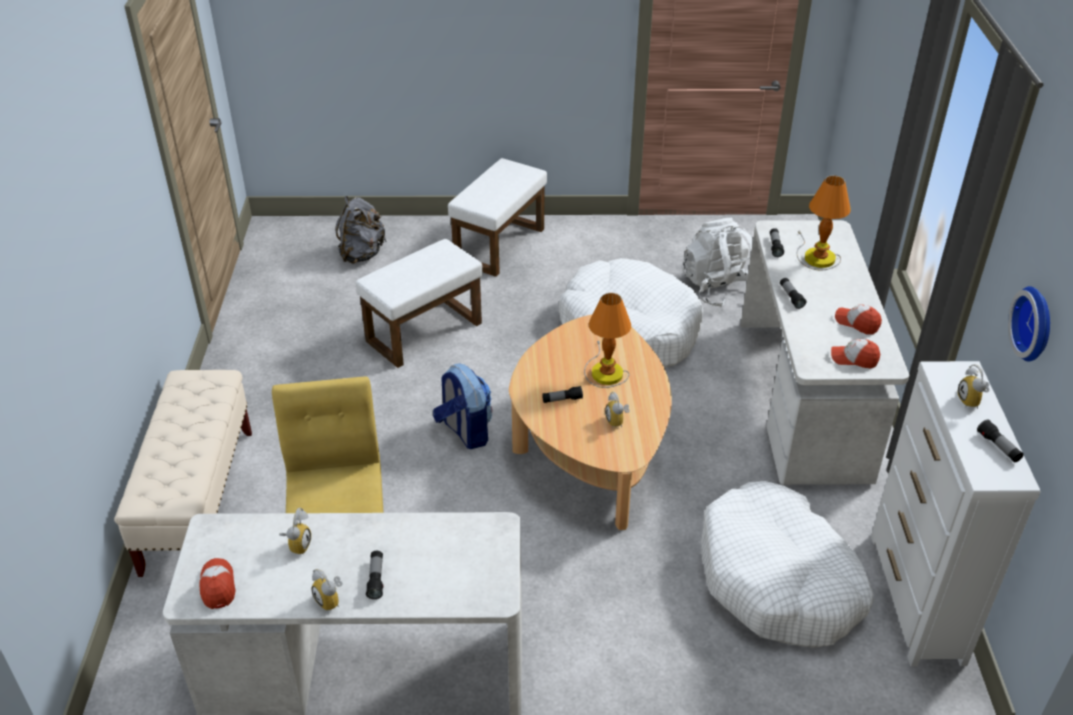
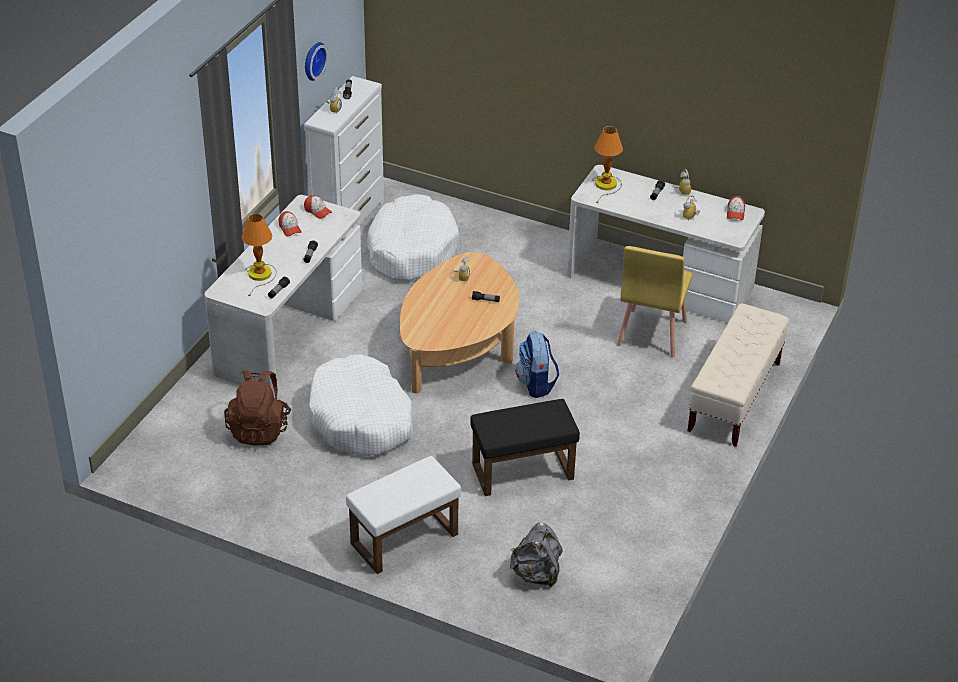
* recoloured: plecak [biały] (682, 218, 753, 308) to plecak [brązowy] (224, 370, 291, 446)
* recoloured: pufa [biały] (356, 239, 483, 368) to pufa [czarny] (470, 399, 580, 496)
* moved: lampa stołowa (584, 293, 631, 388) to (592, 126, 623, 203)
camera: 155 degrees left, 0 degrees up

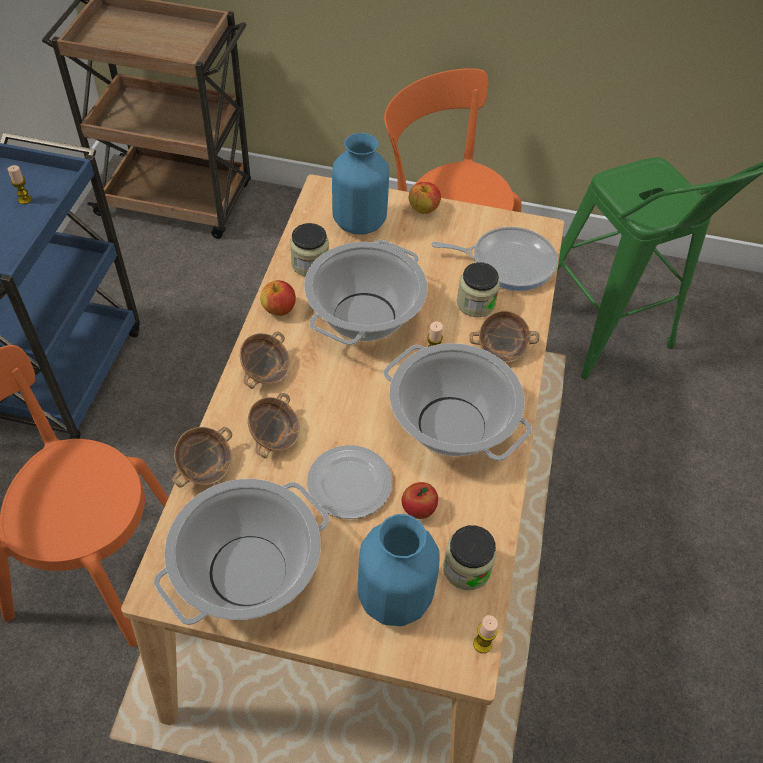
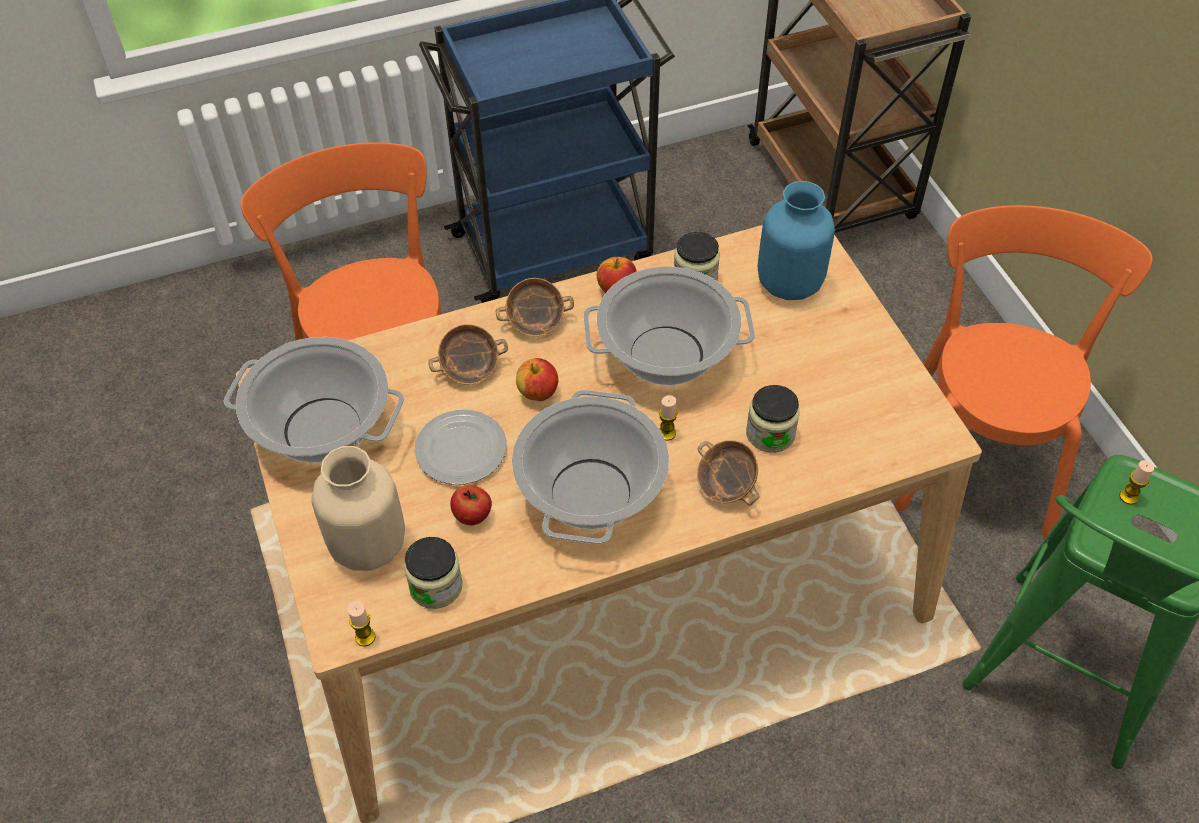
* recoloured: wazon [niebieski] (358, 514, 440, 626) to wazon [beżowy] (312, 446, 405, 571)
* moved: jabłko (409, 182, 441, 214) to (516, 358, 558, 401)
* moved: świeca (8, 165, 32, 204) to (1120, 460, 1154, 505)
* removed: miska (172, 427, 232, 488)
* removed: patelnia (431, 227, 558, 291)
camera: 60 degrees right, 0 degrees up

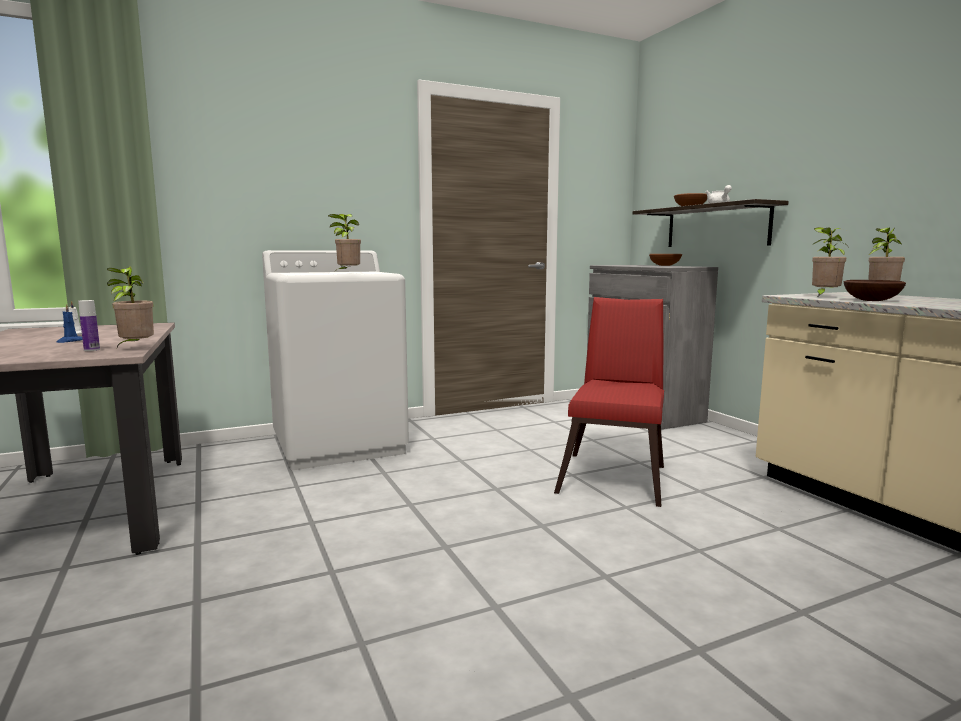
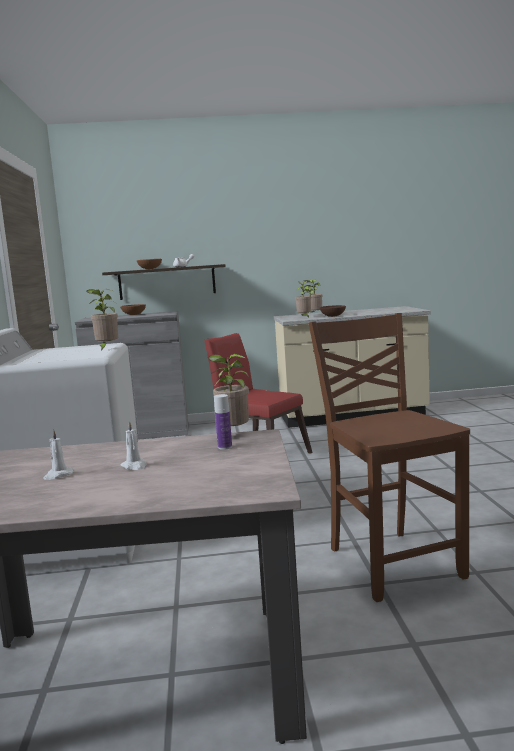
* recoloured: świeca [niebieski] (56, 304, 83, 343) to świeca [biały] (121, 421, 146, 470)
* added: krzesło [brązowy] (309, 313, 470, 602)
camera: 70 degrees left, 0 degrees up

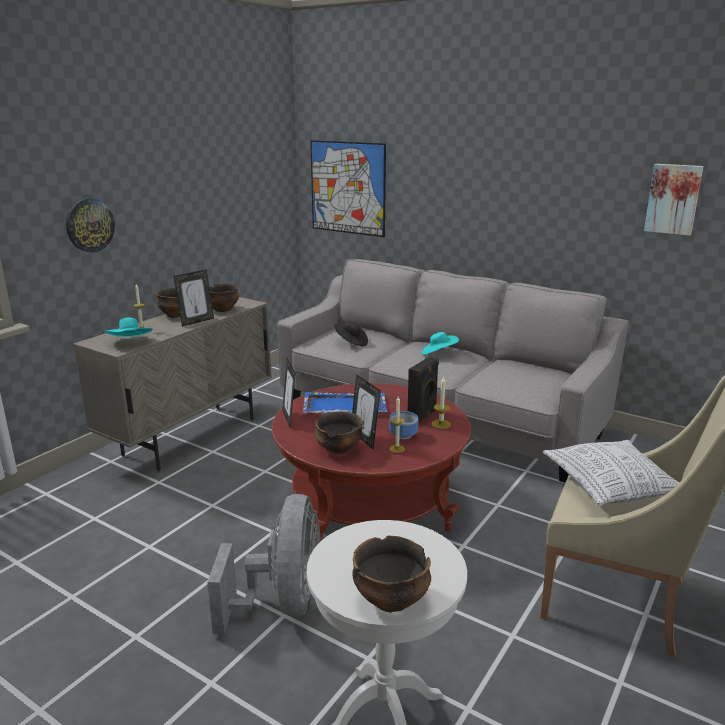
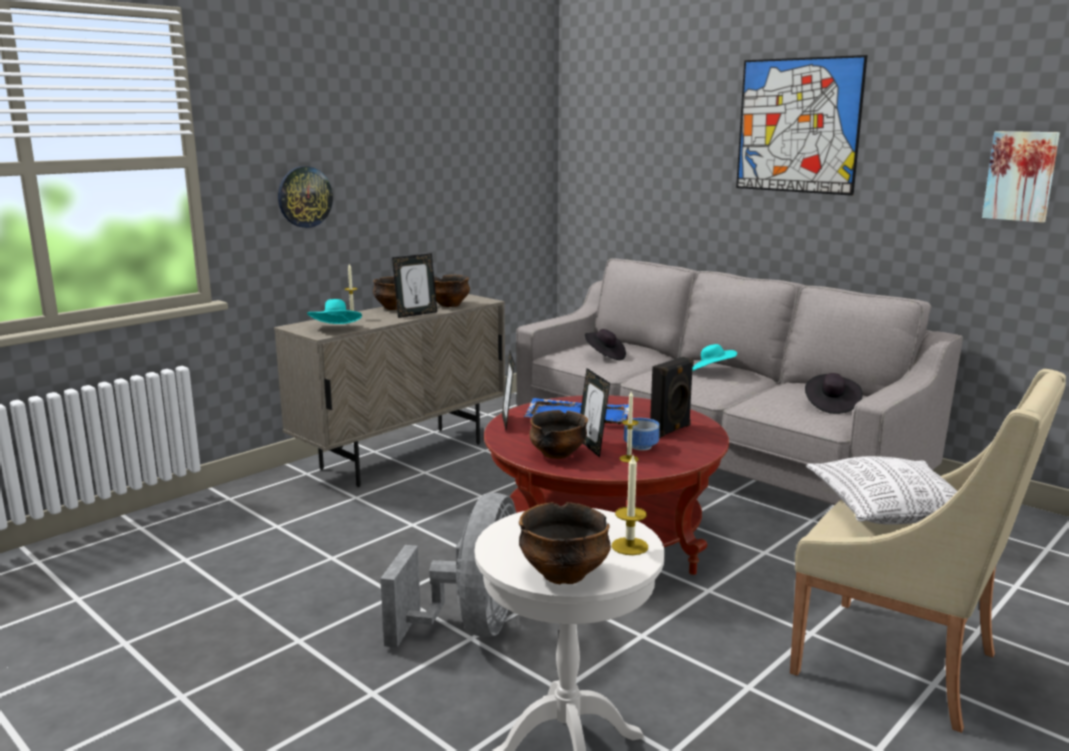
* moved: świeca (431, 376, 451, 429) to (612, 455, 648, 555)
* moved: obraz (310, 140, 386, 237) to (736, 55, 868, 196)
* added: kapelusz [czarny] (805, 373, 862, 414)
camera: 10 degrees right, 5 degrees down

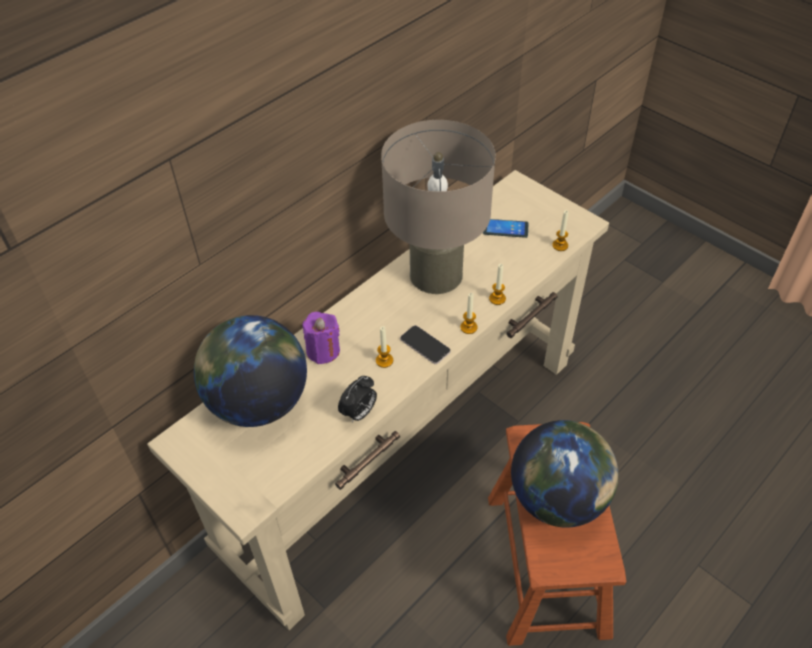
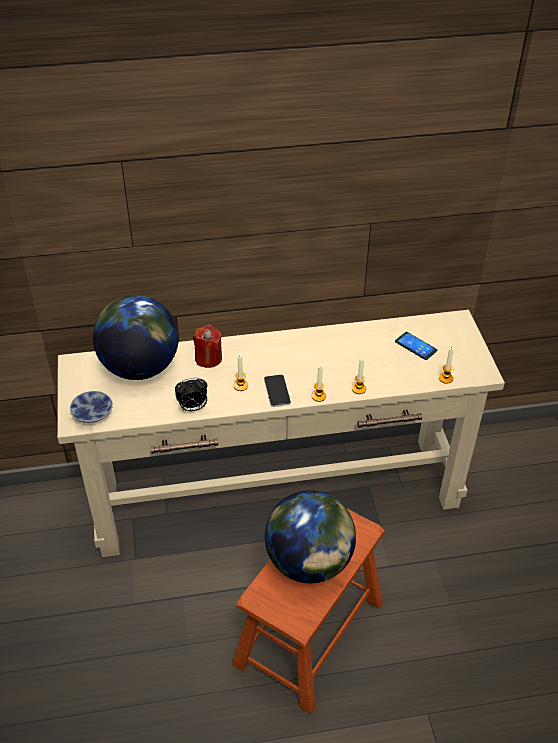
* added: miska (70, 391, 113, 423)
* recoloured: świeca [fioletowy] (303, 312, 340, 364) to świeca [czerwony] (193, 325, 222, 368)
* removed: lampa stołowa [beżowy] (381, 120, 496, 294)
camera: 35 degrees right, 5 degrees down

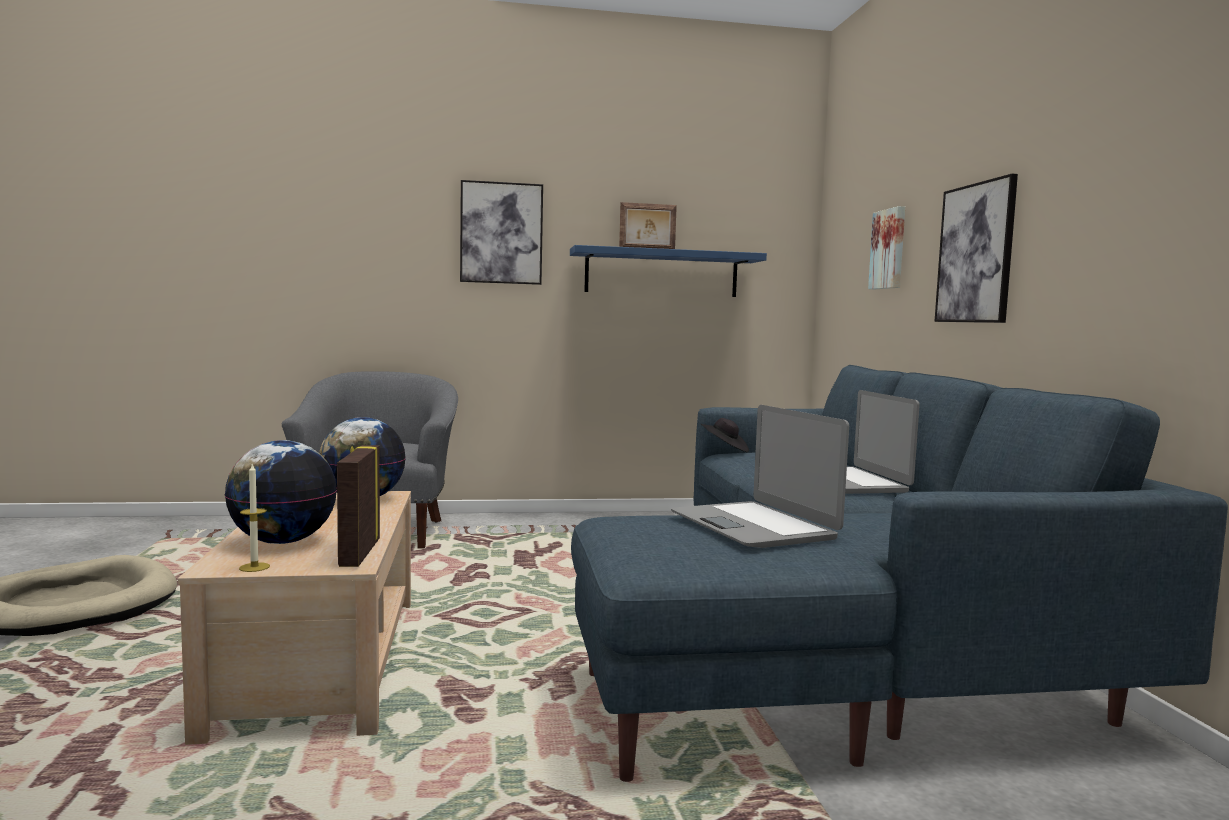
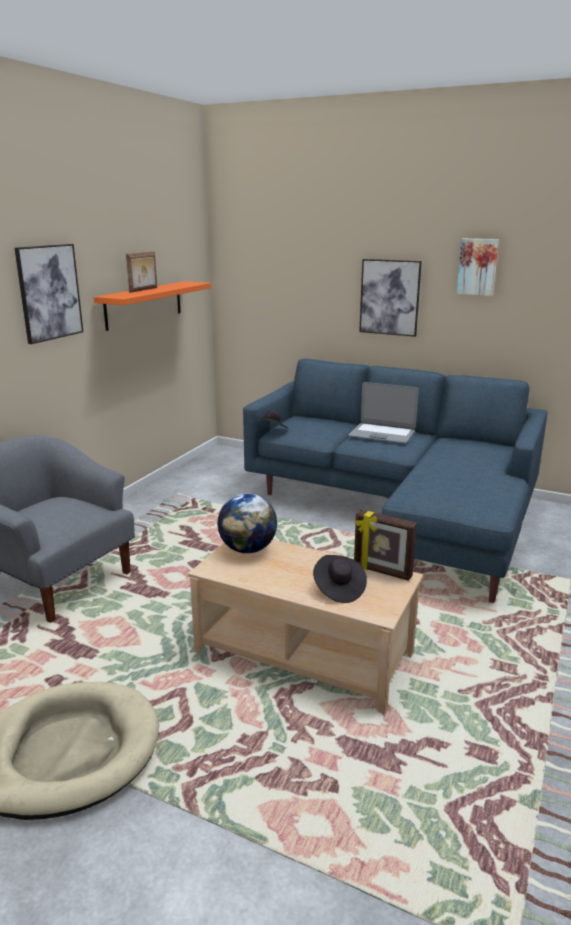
* recoloured: półka [niebieski] (570, 245, 767, 297) to półka [pomarańczowy] (94, 281, 211, 331)
* replaced: globus (225, 440, 337, 544) to kapelusz [czarny] (313, 555, 367, 603)
* moved: obraz (868, 206, 905, 289) to (456, 239, 499, 296)
* removed: świeca (239, 463, 270, 572)
* removed: laptop (671, 405, 849, 548)
camera: 55 degrees left, 15 degrees up

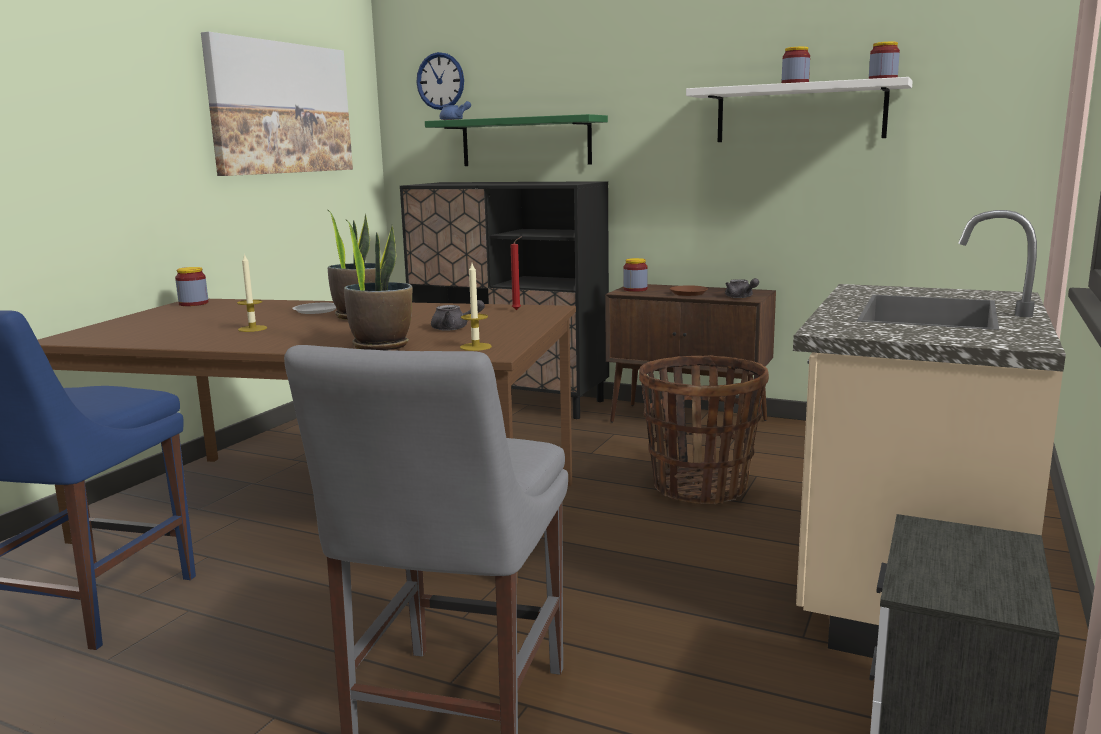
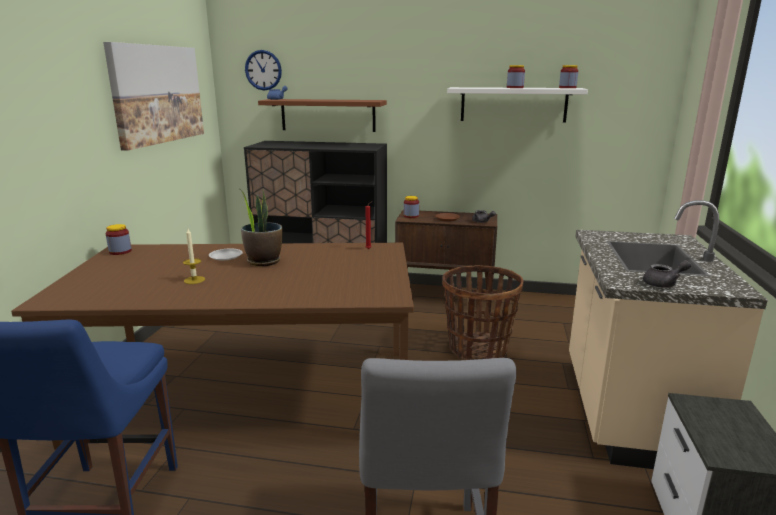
* recoloured: półka [zielony] (425, 114, 608, 166) to półka [brązowy] (258, 99, 387, 132)
* moved: imbryk [szary] (431, 300, 485, 331) to (643, 260, 691, 288)
* removed: roślina doniczkowa (344, 220, 412, 351)
* removed: świeca (460, 263, 492, 351)
camera: 15 degrees left, 5 degrees up

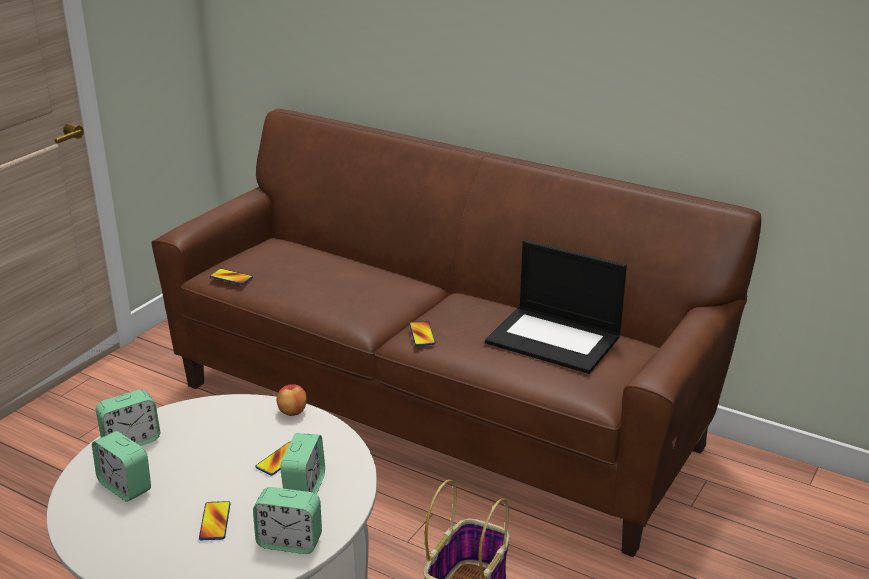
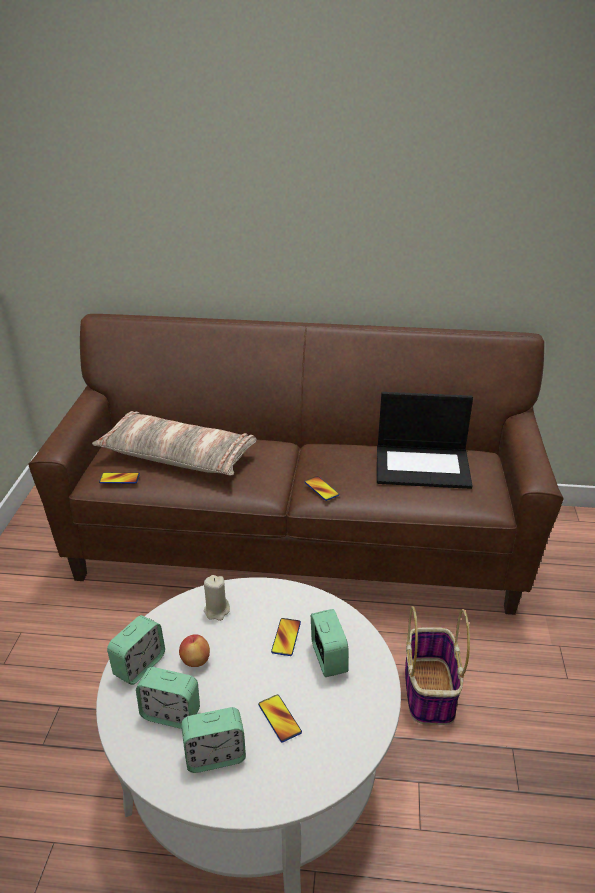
* added: poduszka (92, 411, 257, 476)
* moved: jabłko (277, 384, 307, 416) to (179, 634, 210, 667)
* moved: budzik (253, 487, 322, 554) to (181, 707, 246, 773)
* added: świeca [beżowy] (204, 575, 230, 621)
camera: 25 degrees left, 5 degrees up

